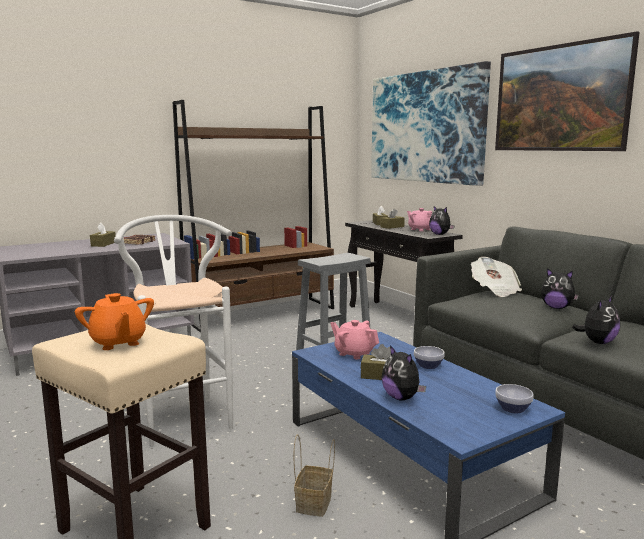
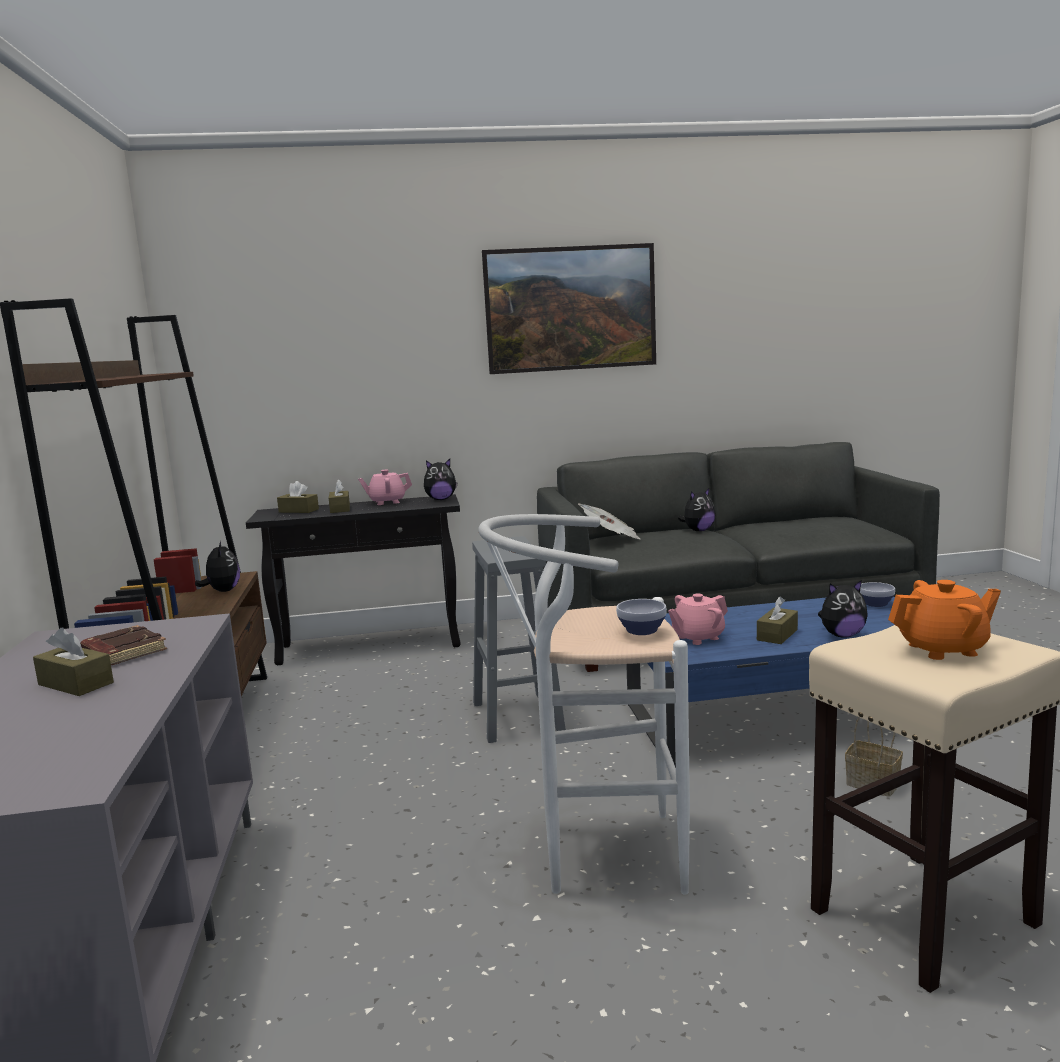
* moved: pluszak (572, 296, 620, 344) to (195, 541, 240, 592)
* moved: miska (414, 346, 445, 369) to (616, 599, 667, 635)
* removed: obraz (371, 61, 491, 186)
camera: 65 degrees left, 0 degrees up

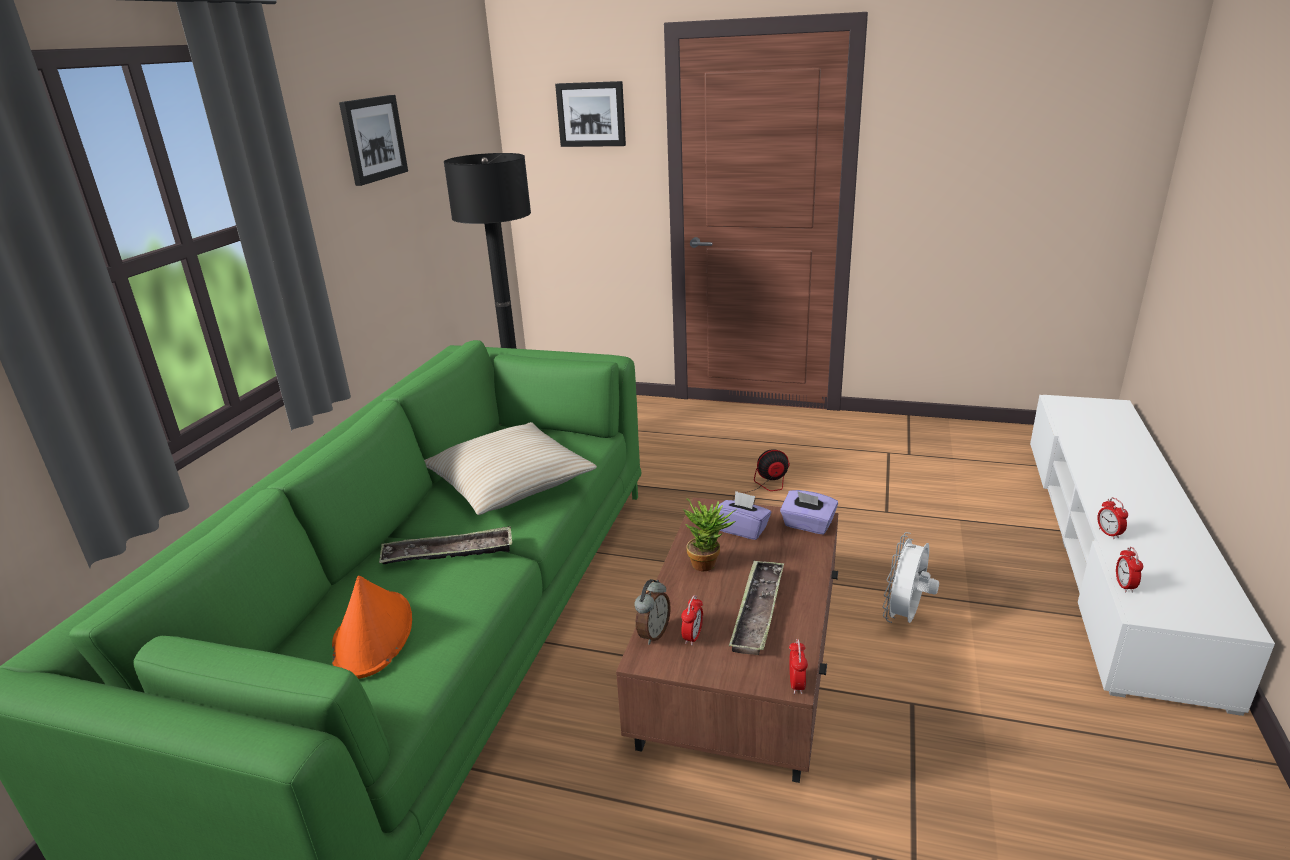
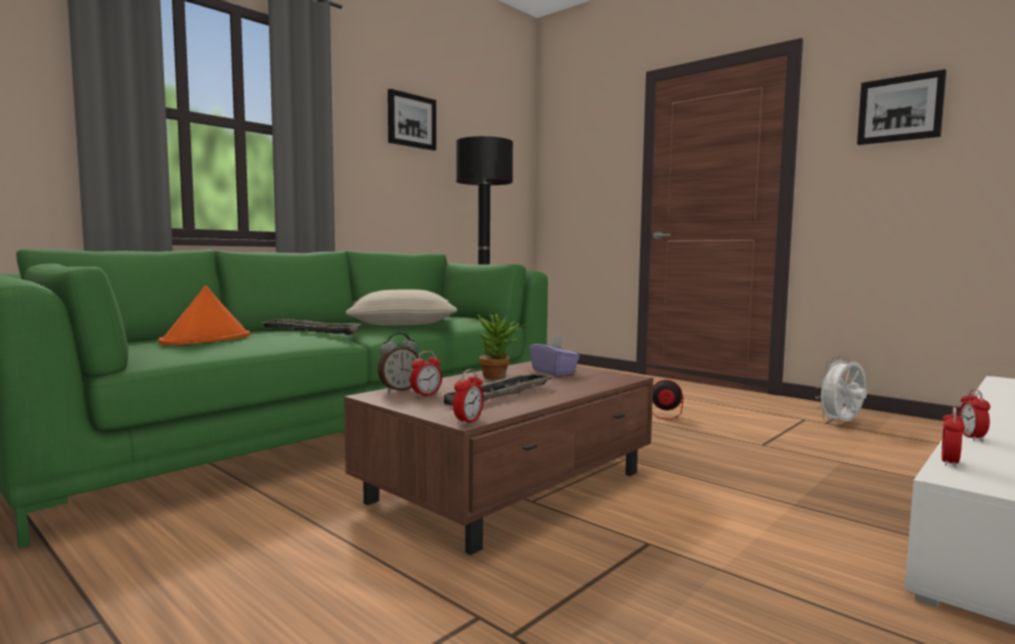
* moved: wentylator [biały] (883, 532, 939, 623) to (815, 355, 867, 423)
* moved: obraz (555, 81, 626, 147) to (857, 69, 947, 145)
* removed: pudełko chusteczek [fioletowy] (780, 490, 838, 535)
camera: 25 degrees right, 20 degrees down

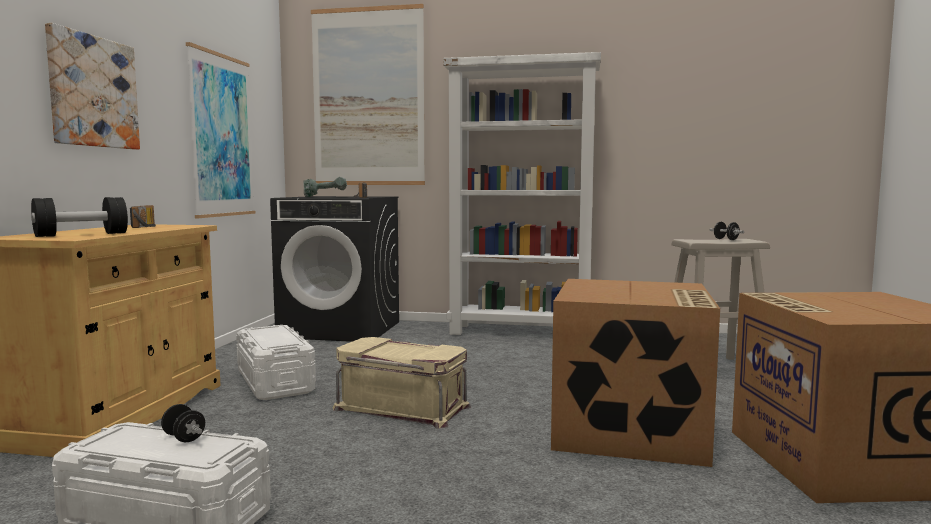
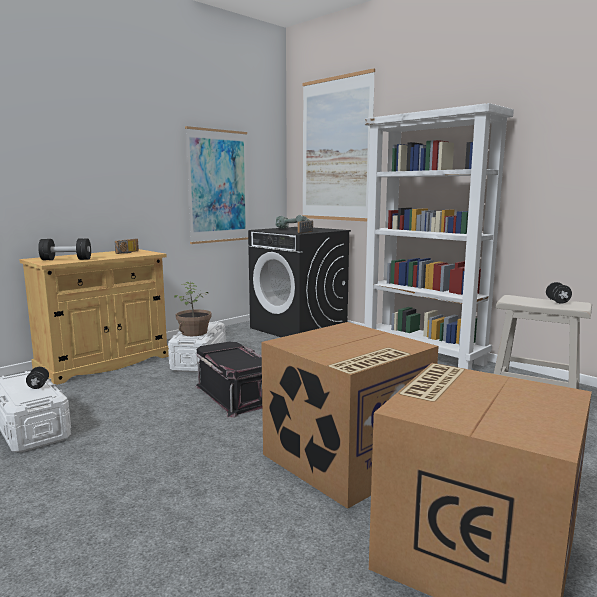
* added: roślina doniczkowa (174, 282, 212, 336)
* recoloured: pojemnik do przechowywania [beżowy] (332, 337, 471, 429) to pojemnik do przechowywania [czarny] (195, 342, 262, 418)
* removed: obraz (45, 23, 140, 149)
camera: 35 degrees right, 5 degrees up

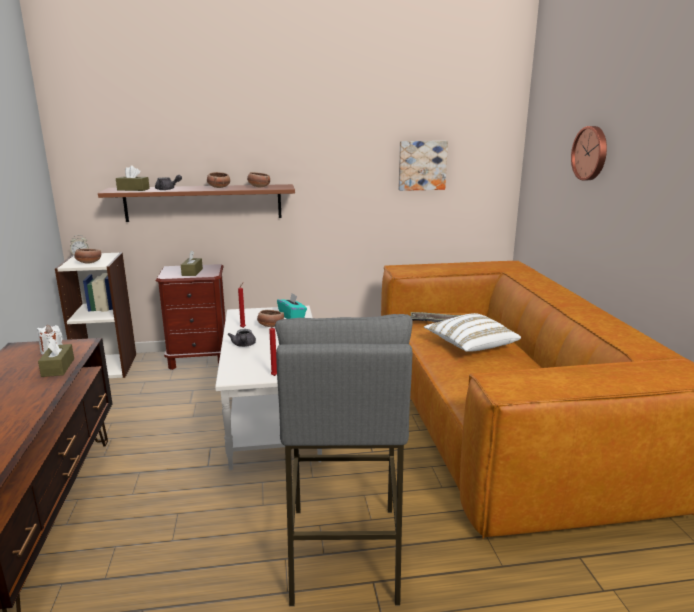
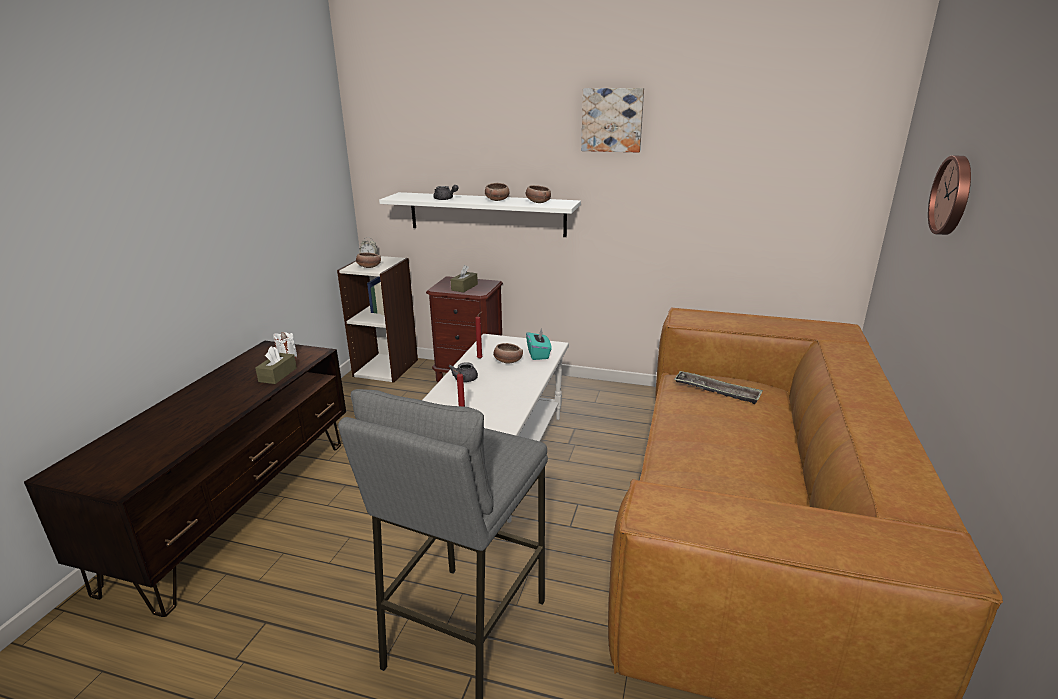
* recoloured: półka [brązowy] (98, 184, 295, 222) to półka [biały] (379, 192, 581, 237)
* moved: obraz (398, 141, 448, 191) to (581, 88, 644, 153)
* removed: pudełko chusteczek [brązowy] (116, 166, 150, 191)
* removed: poduszka [biały] (424, 313, 521, 352)
camera: 25 degrees right, 5 degrees up

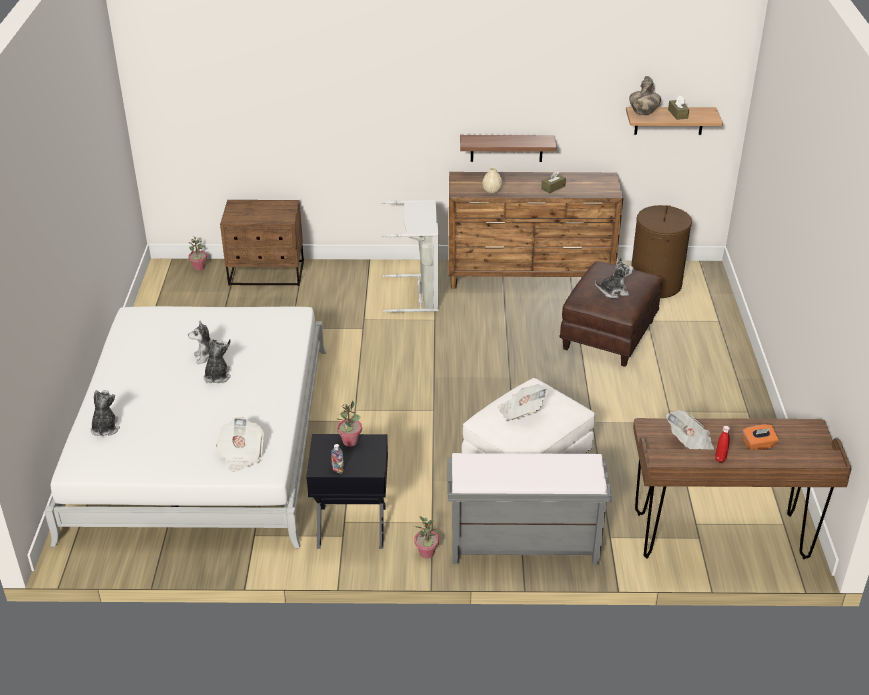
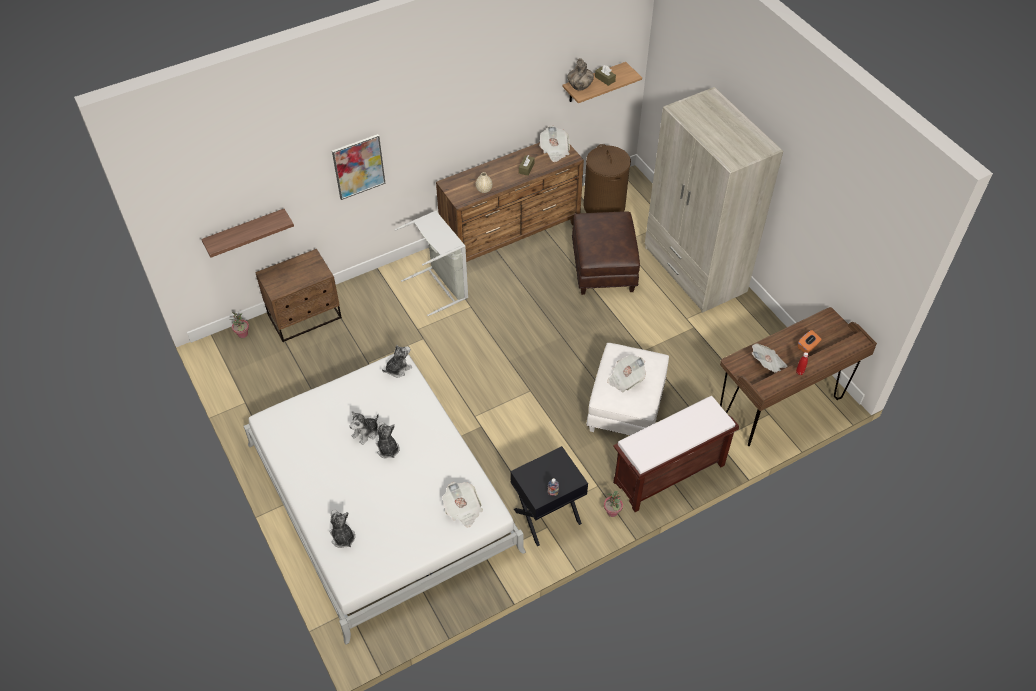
* moved: półka (460, 135, 556, 162) to (201, 209, 294, 258)
* added: obraz (332, 134, 386, 200)
* moved: pluszak (595, 258, 634, 299) to (382, 345, 412, 377)
* added: gazeta (539, 126, 570, 162)
* recoloured: ławka [szary] (448, 453, 612, 565) to ławka [brązowy] (613, 396, 739, 512)
* added: szafa [beżowy] (645, 87, 783, 313)
* removed: roślina doniczkowa (336, 401, 362, 447)
camera: 30 degrees left, 15 degrees up

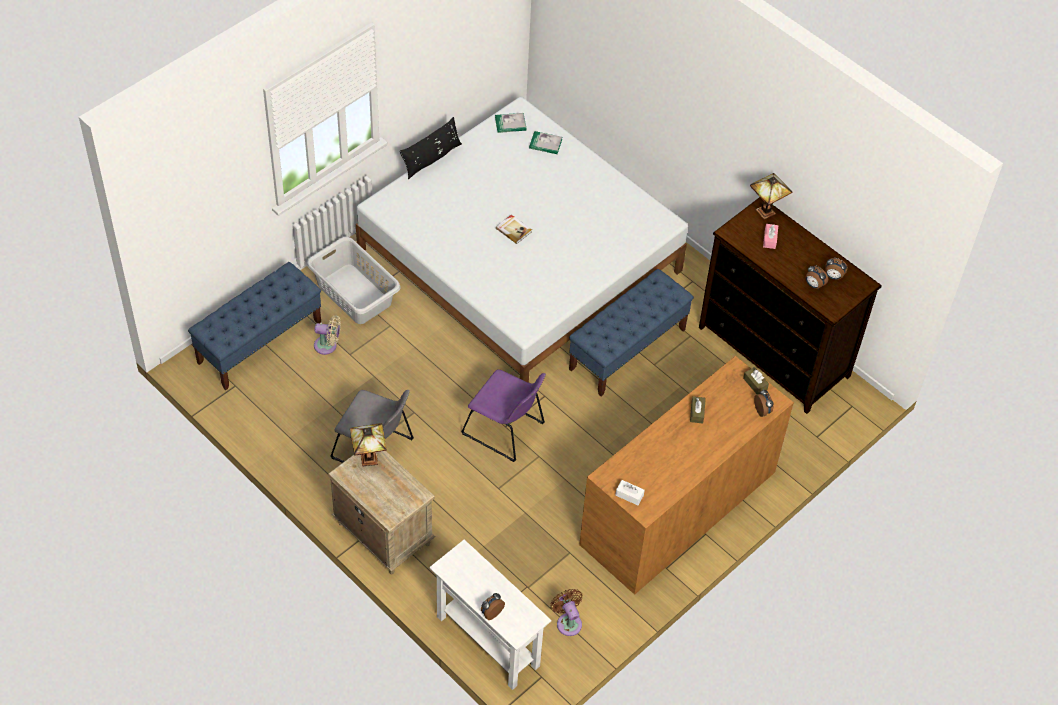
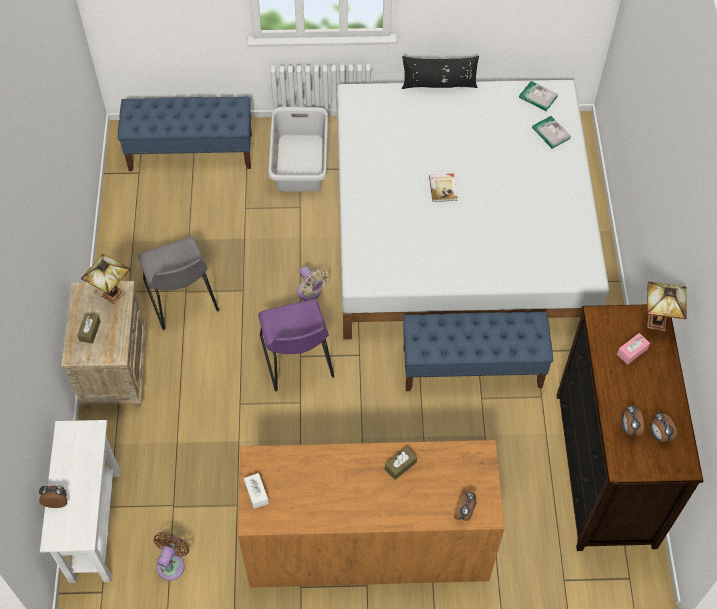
* moved: pudełko chusteczek [brązowy] (743, 367, 769, 394) to (77, 313, 101, 344)
* moved: wentylator [beżowy] (314, 315, 341, 355) to (297, 266, 329, 301)
camera: 45 degrees right, 5 degrees up

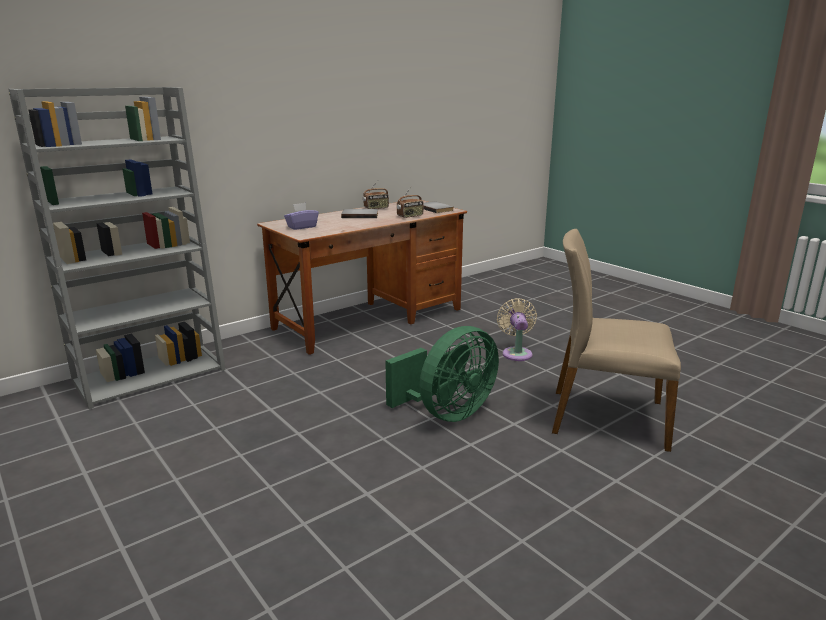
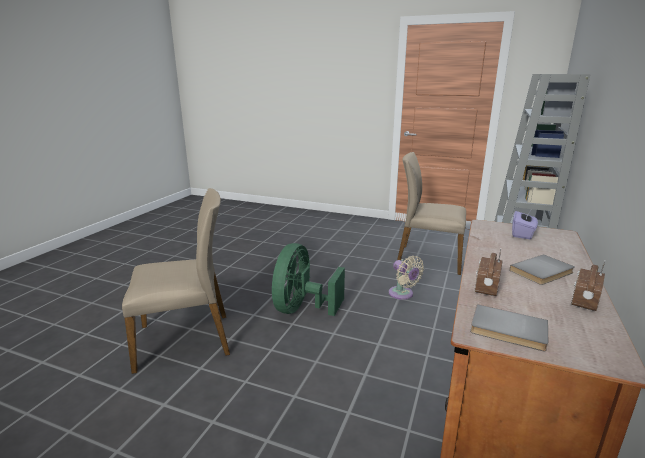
* moved: wentylator [beżowy] (497, 298, 537, 361) to (389, 256, 424, 300)
* added: krzesło [beżowy] (397, 152, 466, 275)
camera: 150 degrees right, 0 degrees up

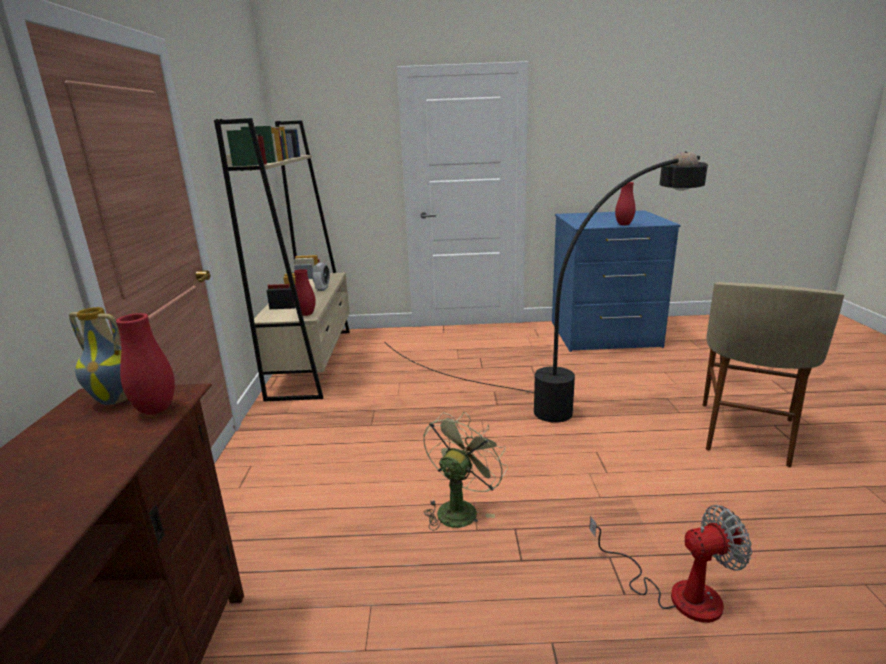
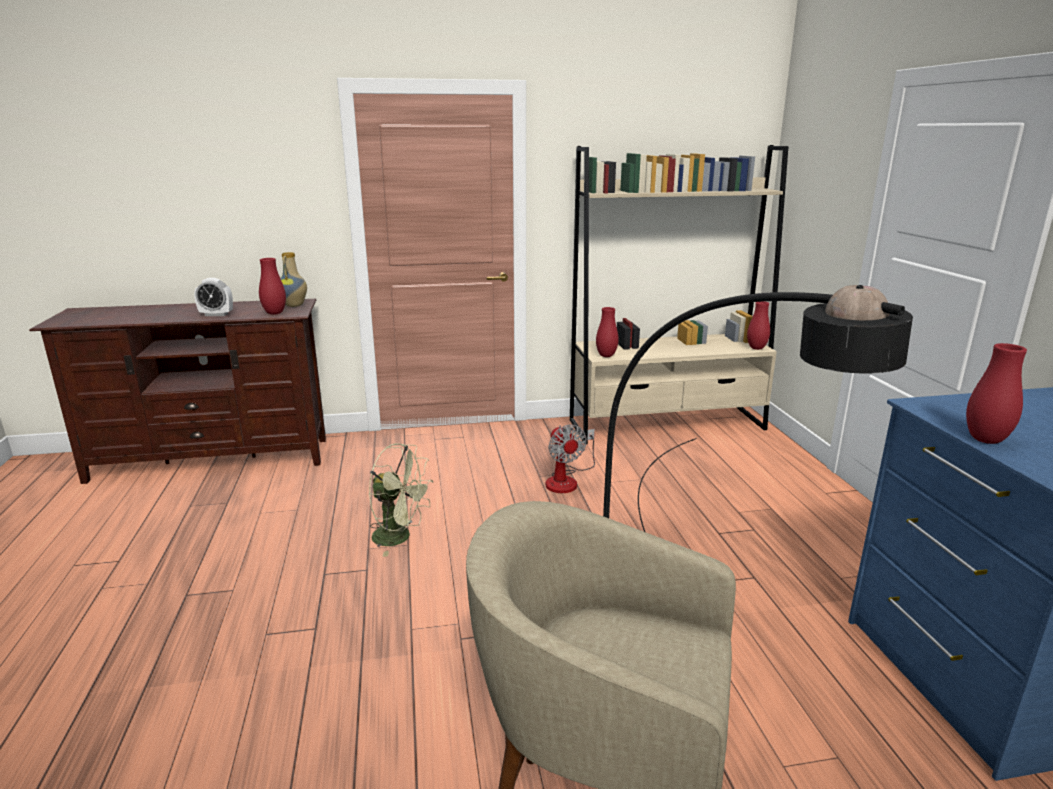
* moved: budzik (312, 263, 330, 291) to (194, 278, 233, 316)
* moved: wentylator (589, 505, 752, 623) to (546, 424, 595, 493)
* added: wazon [czerwony] (747, 301, 770, 350)
camera: 80 degrees right, 0 degrees up

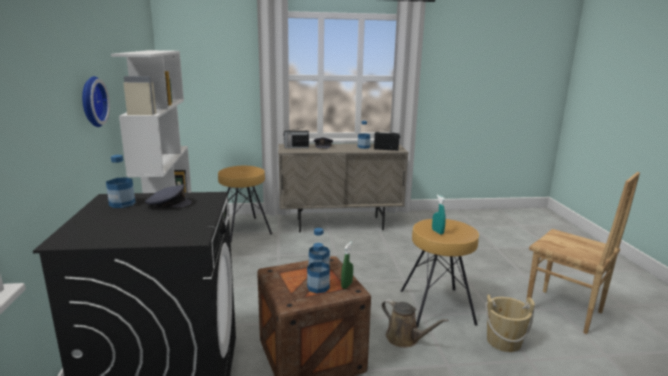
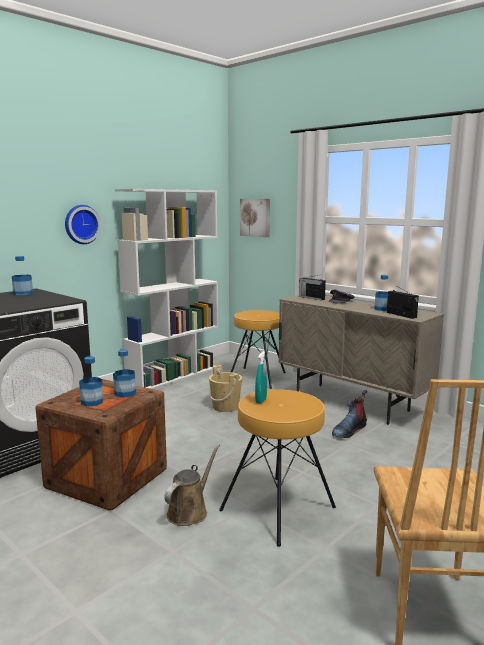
* turned: konewka [brązowy] (382, 299, 449, 348) = (164, 444, 220, 526) 150 degrees counterclockwise
* moved: wiadro [beżowy] (485, 295, 535, 352) to (209, 365, 242, 412)
* added: obraz (240, 199, 270, 237)
* added: but z cholewką (332, 390, 367, 438)
* removed: czapka z daszkiem [szary] (145, 184, 192, 208)
* removed: spryskiwacz [zielony] (341, 242, 353, 289)
camera: 50 degrees right, 5 degrees down

